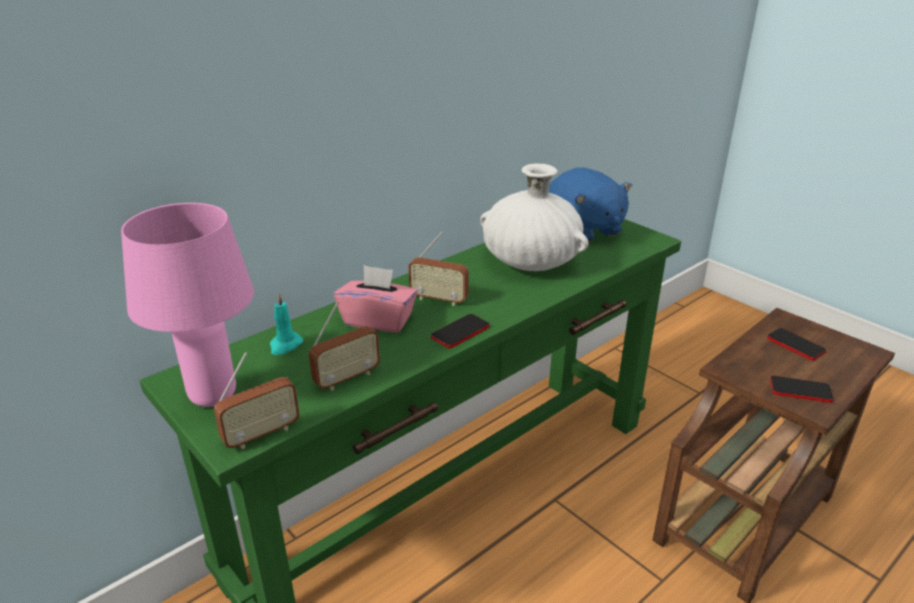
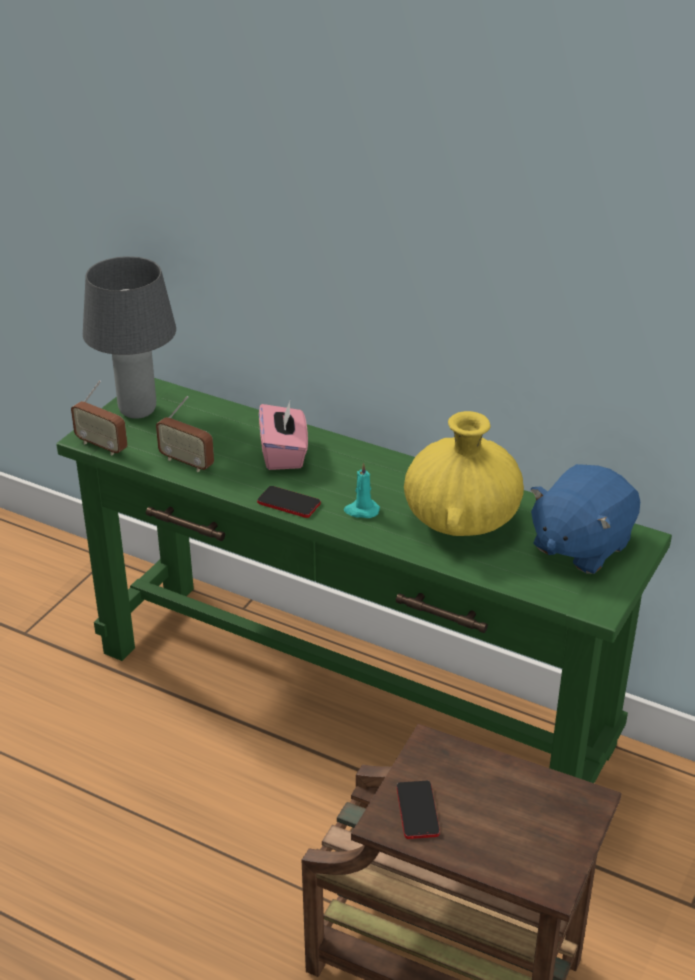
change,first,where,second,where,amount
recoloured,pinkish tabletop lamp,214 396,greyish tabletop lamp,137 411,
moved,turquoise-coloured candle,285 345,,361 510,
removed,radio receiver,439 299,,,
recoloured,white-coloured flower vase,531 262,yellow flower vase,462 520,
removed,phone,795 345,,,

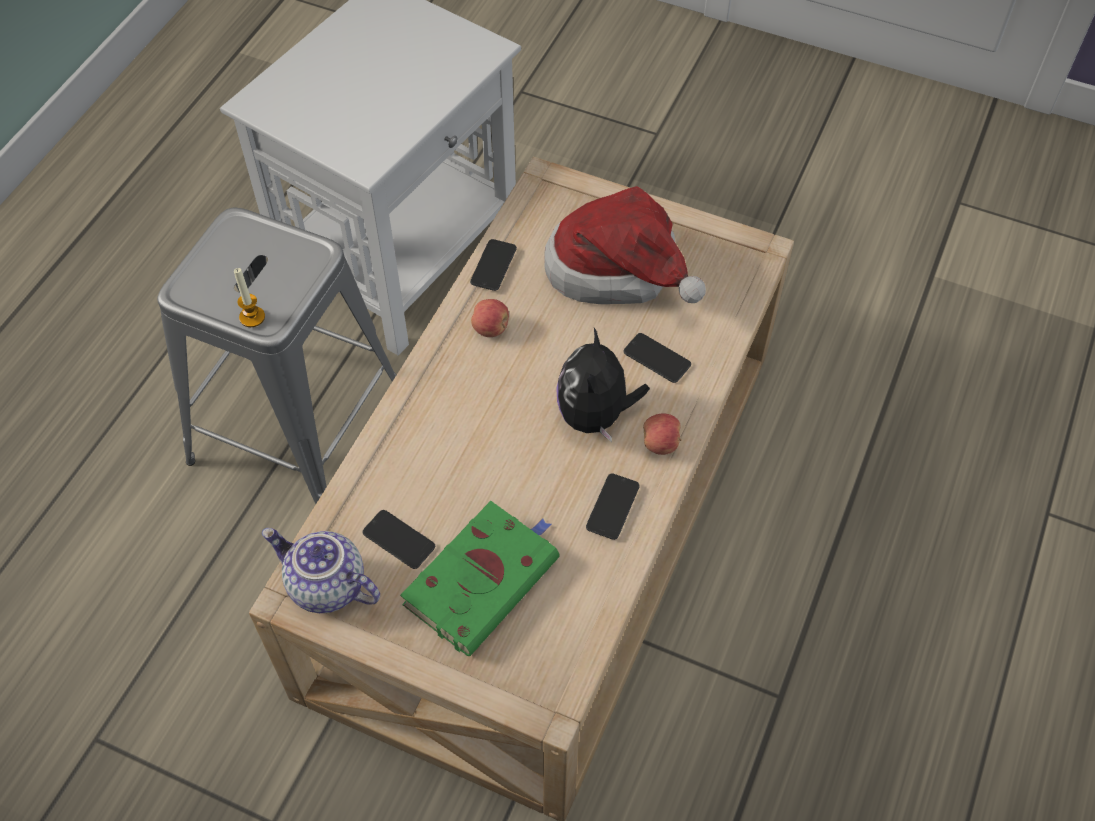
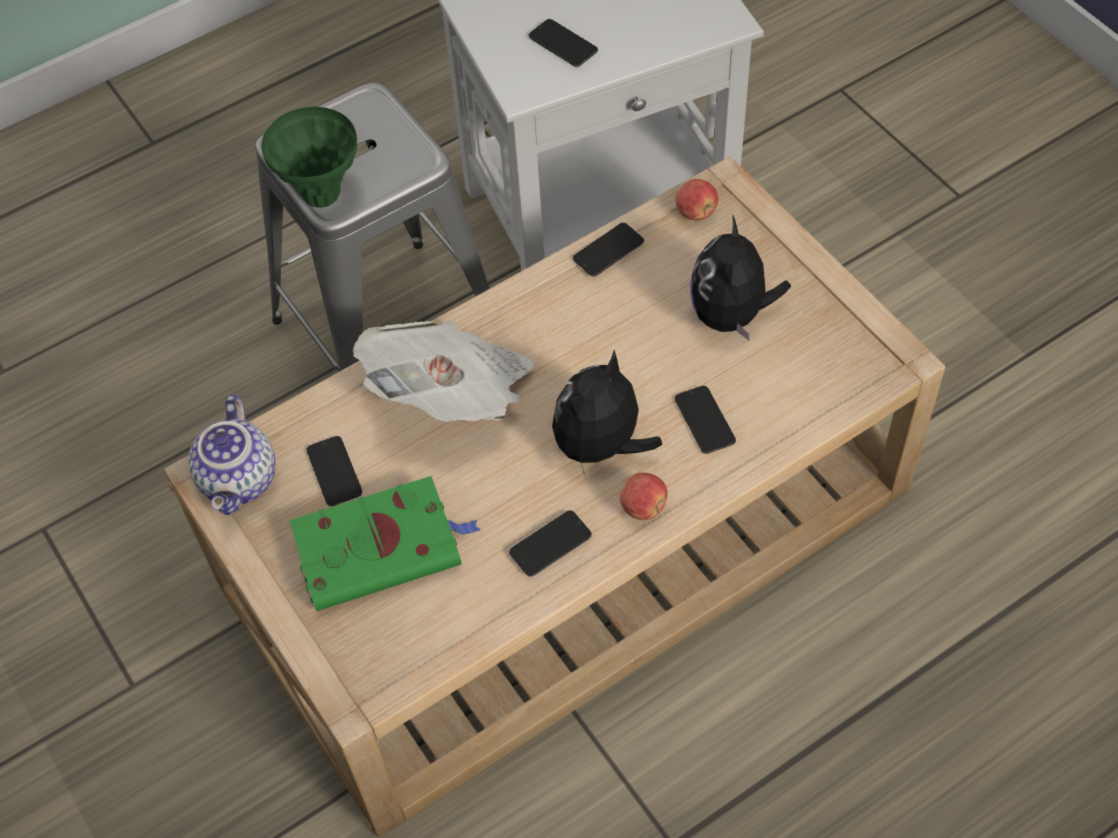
change,first,where,second,where,amount
replaced,candle,252 317,green-coloured flower vase,322 195,
turned,tea pot,325 586,,241 480,150 degrees counterclockwise
moved,apple fruit,491 328,,696 212,
replaced,clothing hat,619 273,soft toy,731 315,
added,,,printed paper,452 394,
added,,,phone,563 44,

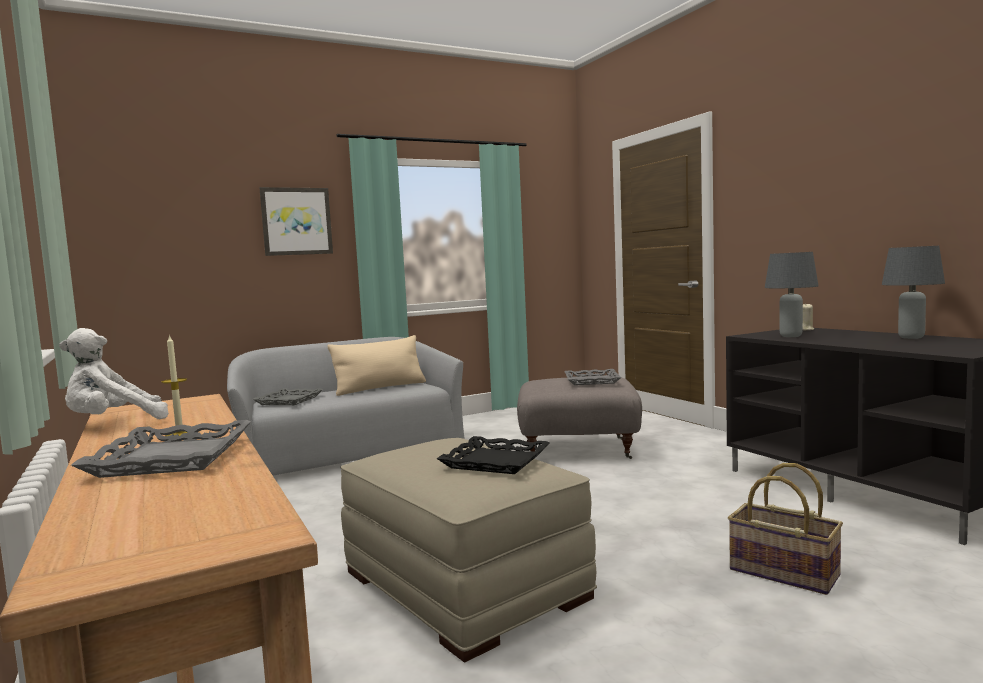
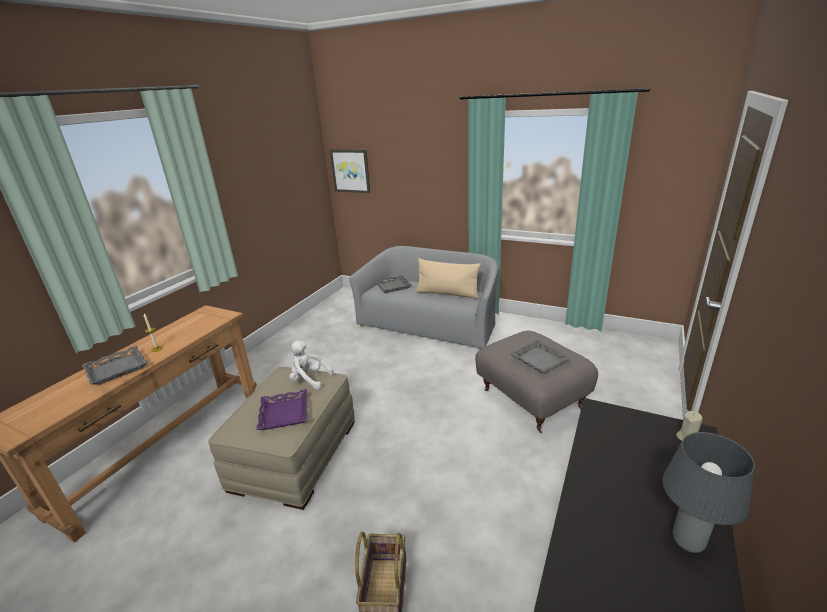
change,first,where,second,where,amount
moved,white-coloured soft toy,113 424,,309 379,
moved,wall art,296 221,,351 171,
recoloured,blackish serving tray,496 461,purple serving tray,284 413,
removed,greyish tabletop lamp,790 336,,,

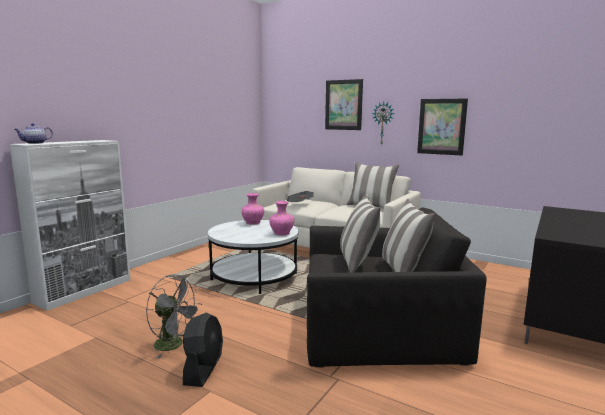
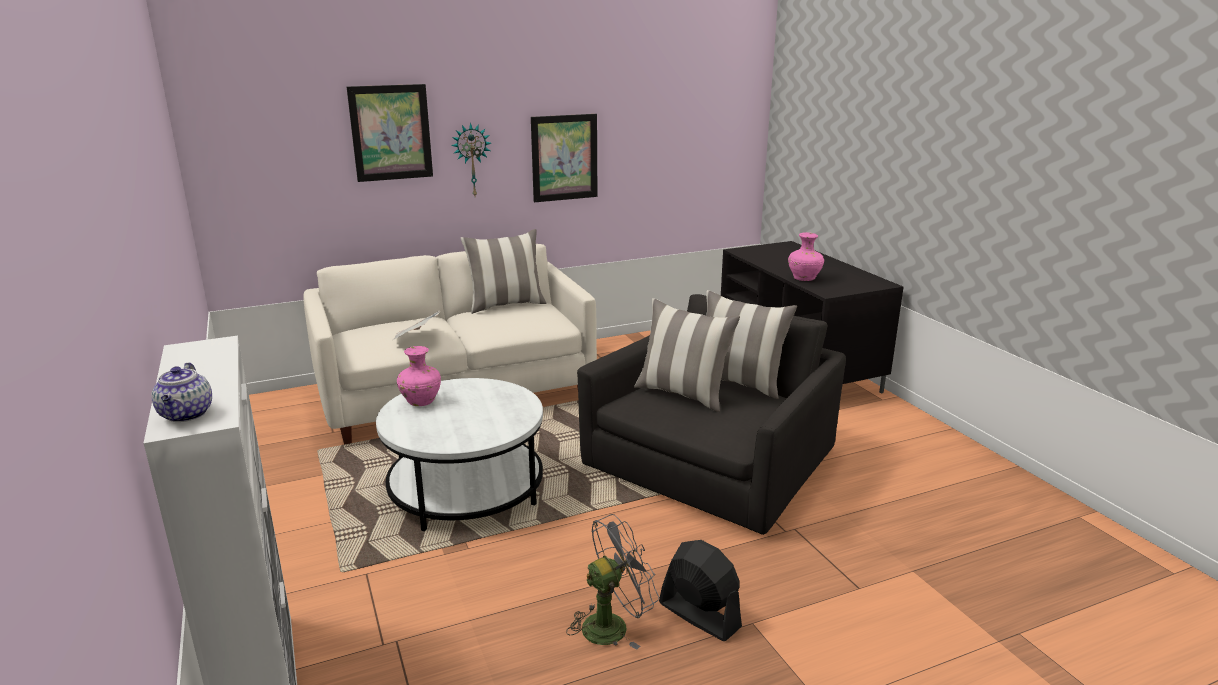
change,first,where,second,where,amount
moved,pinkish flower vase,282 234,,804 279,

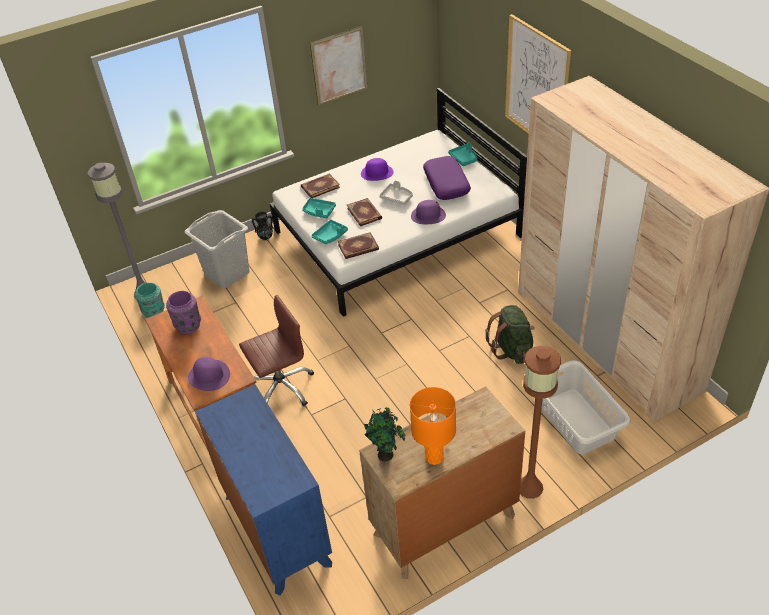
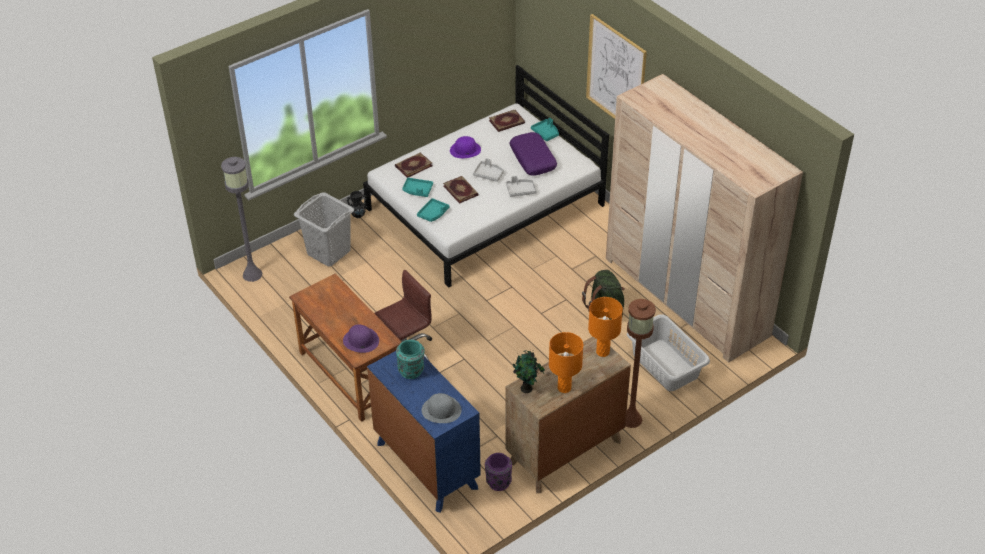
change,first,where,second,where,amount
moved,turquoise-coloured flower vase,154 311,,411 371,
moved,purple flower vase,188 325,,498 482,
removed,wall art,339 66,,,
moved,volume,358 247,,507 122,
replaced,purple clothing hat,428 215,greyish serving tray,520 190,
added,,,greyish clothing hat,441 410,
added,,,orangey tabletop lamp,602 352,

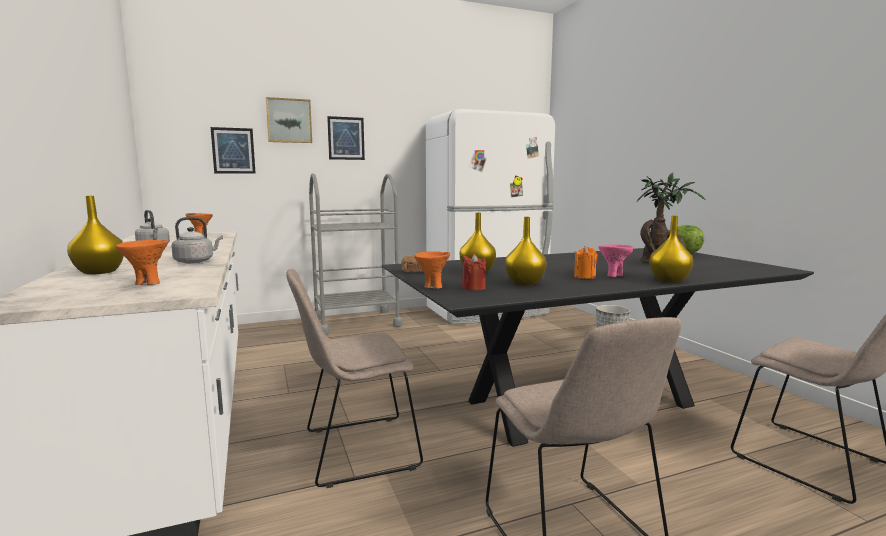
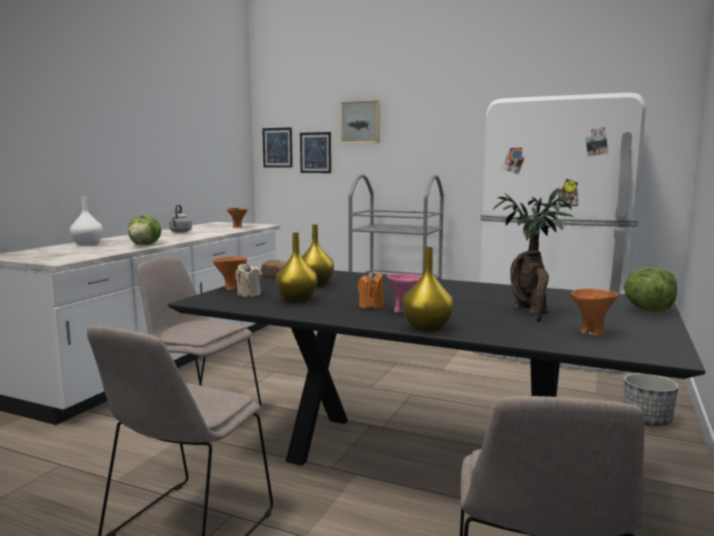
change,first,where,second,where,amount
recoloured,yellow flower vase,98 272,white-coloured flower vase,87 244,
moved,orangey serving bowl,147 283,,592 333,
replaced,greyish kettle,196 261,lettuce,145 244,
moved,wall art,346 138,,277 147,
recoloured,red-coloured candle,473 288,sand-coloured candle,248 294,

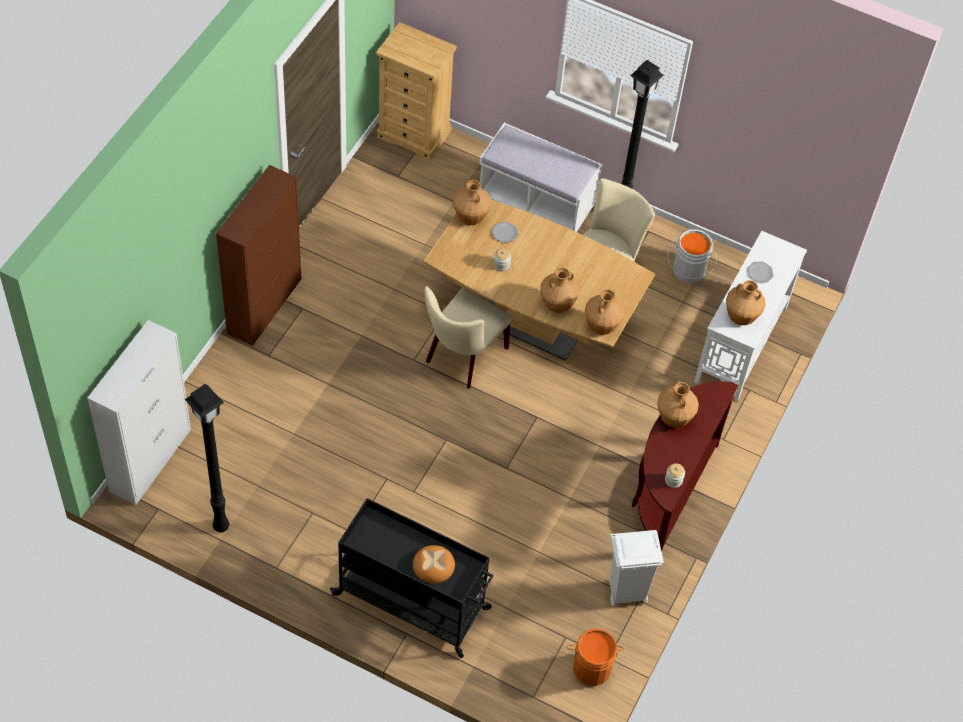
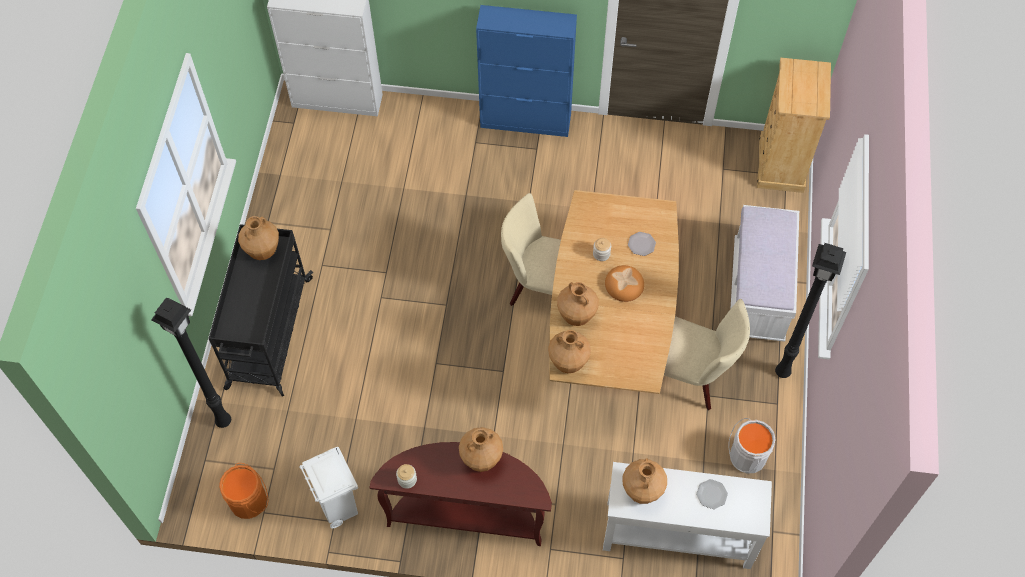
change,first,where,second,where,amount
moved,blackish standard lamp,219 526,,223 420,
recoloured,brown-coloured storage cabinet,265 305,blue storage cabinet,526 121,
moved,bread,434 565,,624 285,
moved,brown-coloured flower vase,471 218,,263 251,

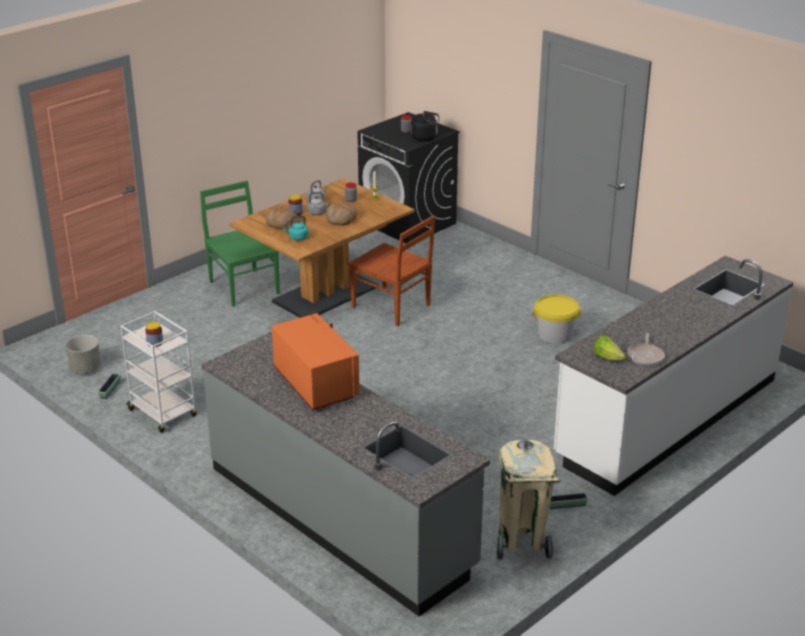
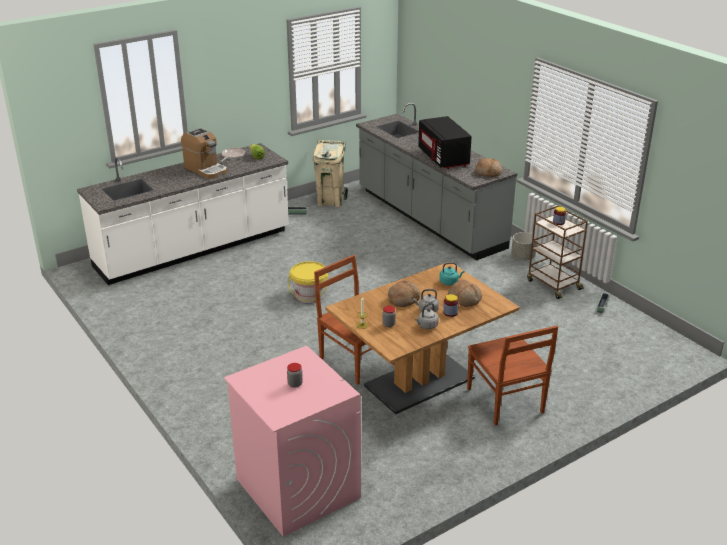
change,first,where,second,where,amount
moved,greyish planter,85 368,,522 257,
recoloured,white-coloured wheeled cart,163 413,brown-coloured wheeled cart,553 284,
recoloured,green-coloured plain chair,243 287,brown-coloured plain chair,505 402,
recoloured,orangey microwave oven,315 384,blackish microwave oven,444 158,
recoloured,blackish laundry appliance,408 223,pinkish laundry appliance,297 488,
removed,blackish kettle,425 137,,,
moved,yellow pail,555 335,,309 295,
added,,,coffee maker,206 169,
added,,,bread,488 173,

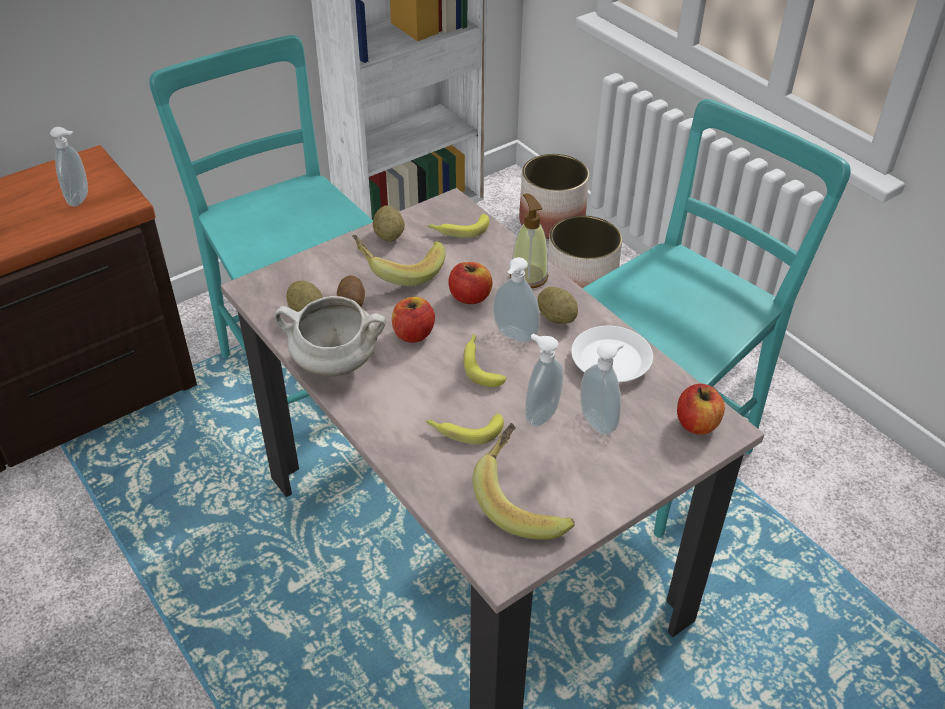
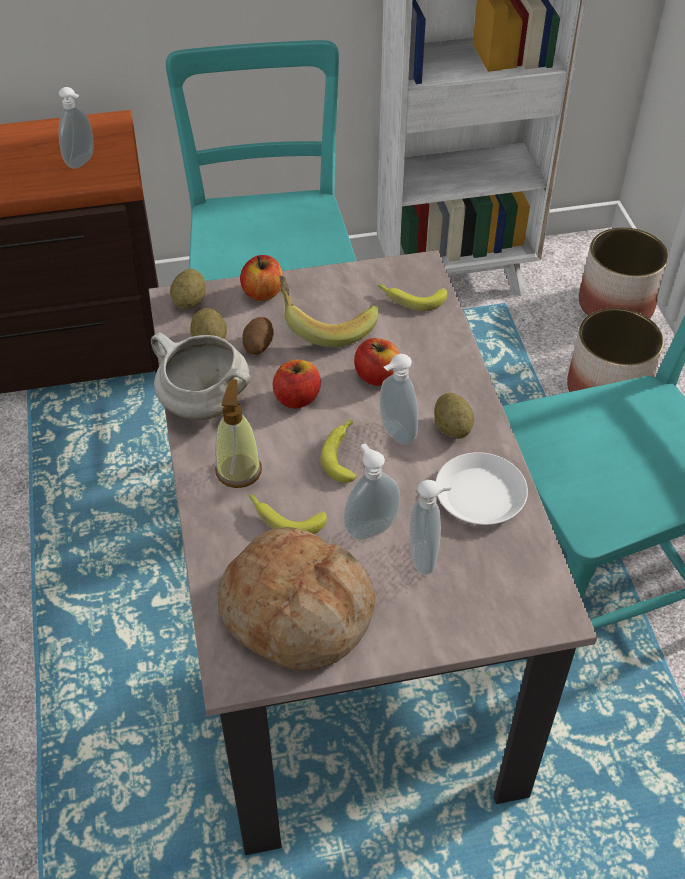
change,first,where,second,where,amount
moved,whole potato,389 236,,190 302,
replaced,banana fruit,524 500,bread,297 612,
moved,liquid soap bottle,528 276,,239 470,
moved,apple fruit,697 424,,263 293,

